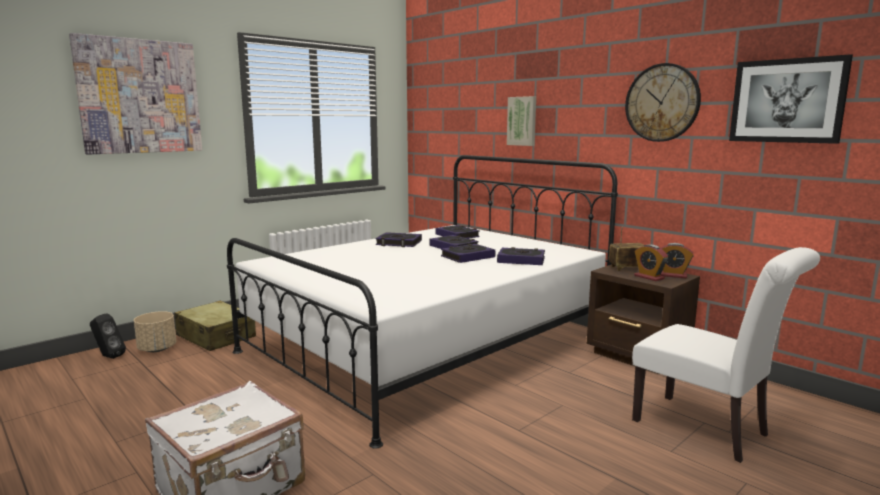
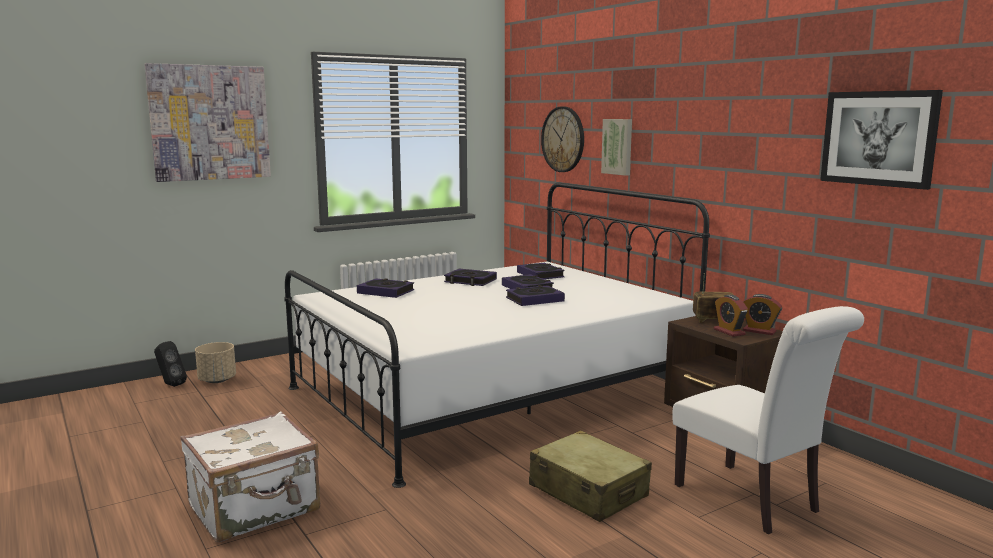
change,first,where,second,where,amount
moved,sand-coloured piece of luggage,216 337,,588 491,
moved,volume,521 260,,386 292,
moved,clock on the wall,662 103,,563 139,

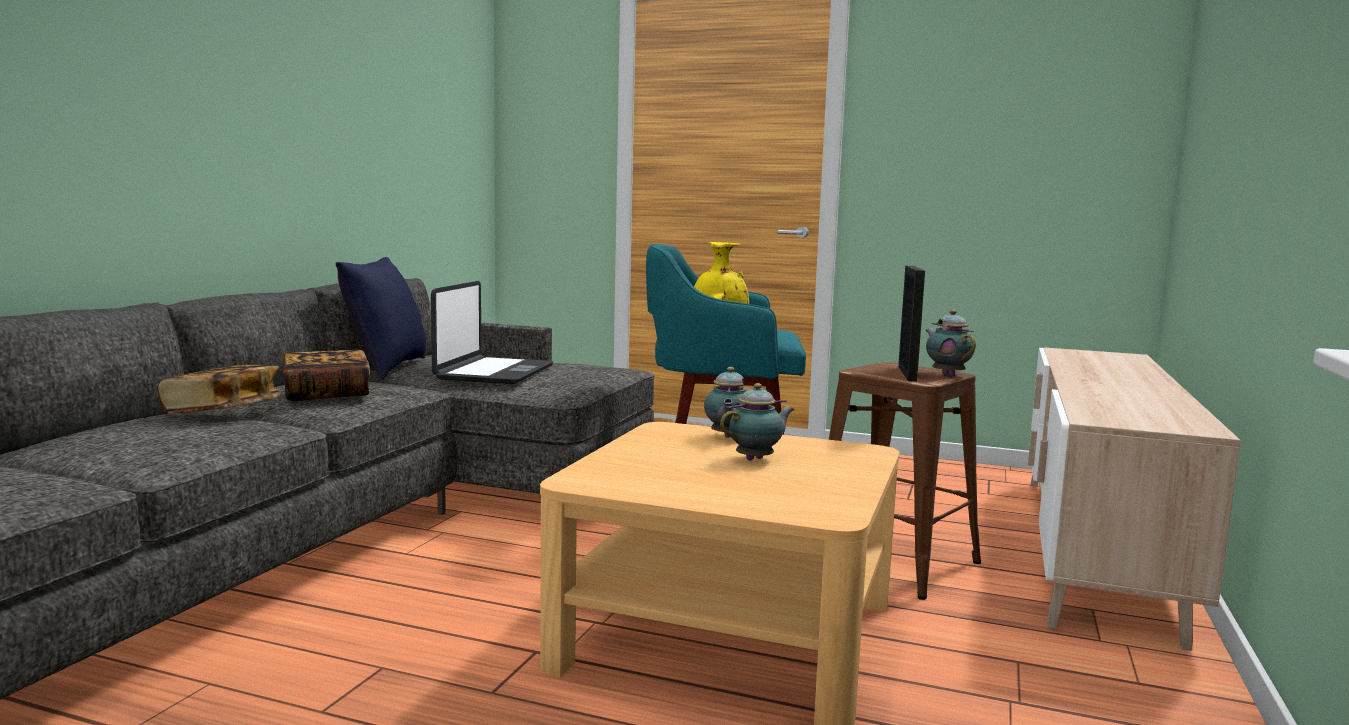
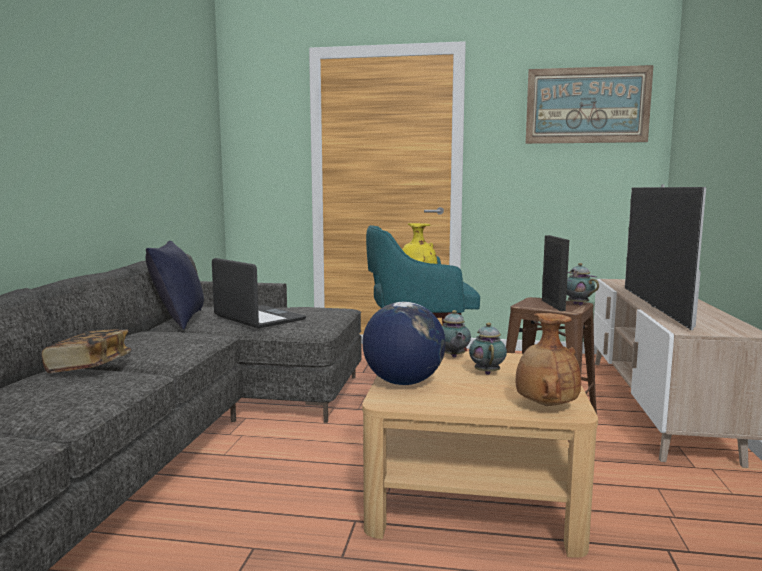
change,first,where,second,where,amount
removed,volume,326 394,,,
turned,portable computer,493 372,,258 318,45 degrees counterclockwise
turned,tea pot,757 459,,487 372,45 degrees counterclockwise
added,,,desk globe,403 382,
added,,,brown-coloured flower vase,545 405,
added,,,wall art,587 105,
added,,,TV,654 306,

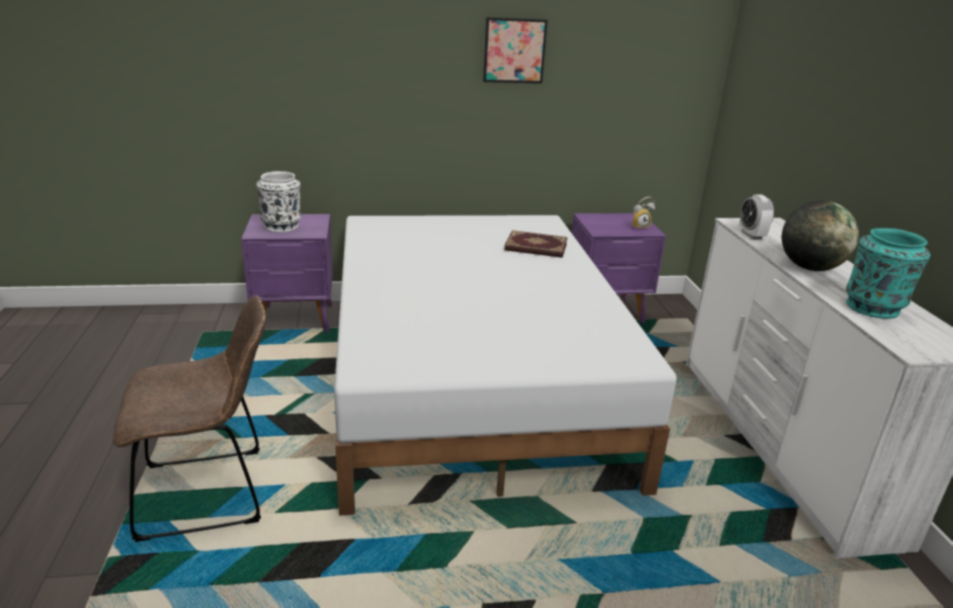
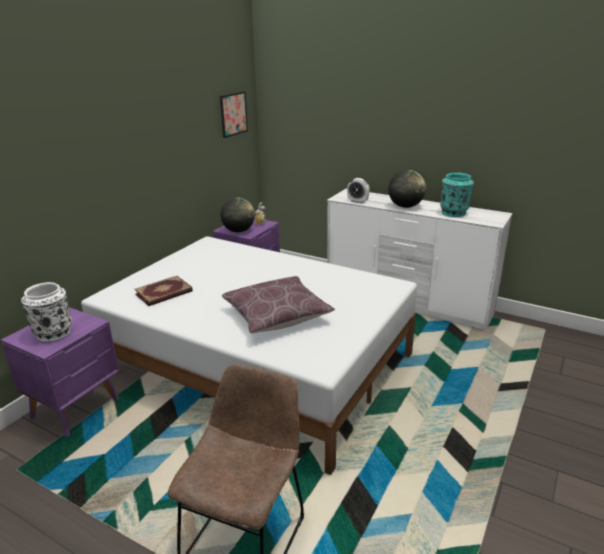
change,first,where,second,where,amount
moved,wall art,514 51,,233 114,
moved,volume,535 247,,164 293,
added,,,desk globe,238 231,
added,,,brown-coloured cushion,277 316,

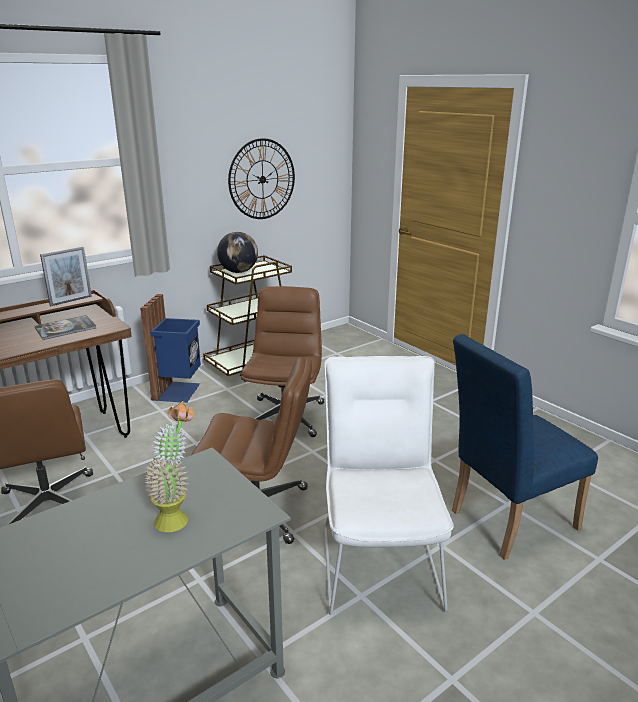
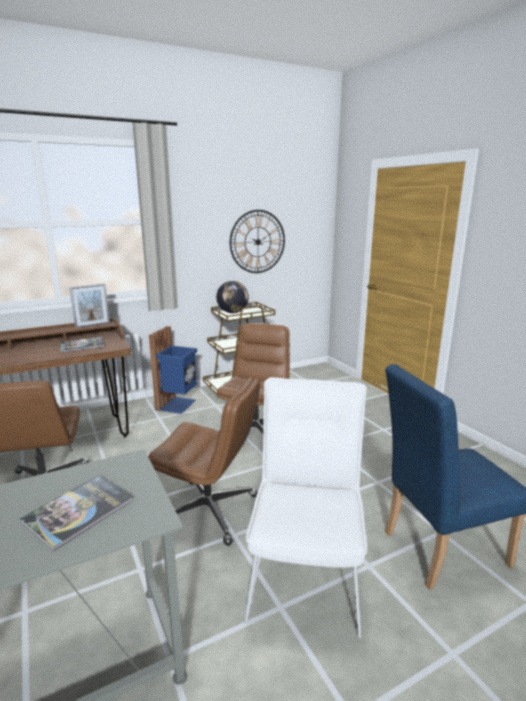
change,first,where,second,where,amount
replaced,potted plant,177 516,volume,79 511,

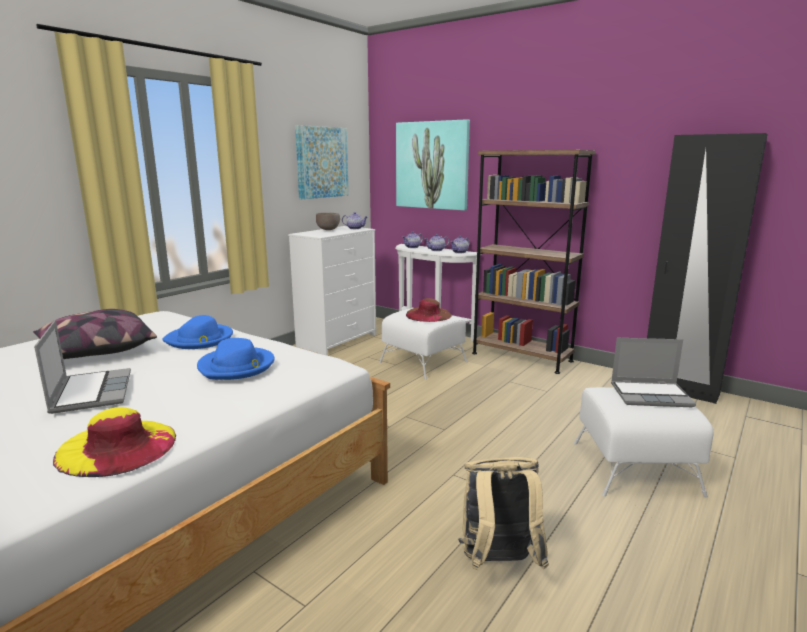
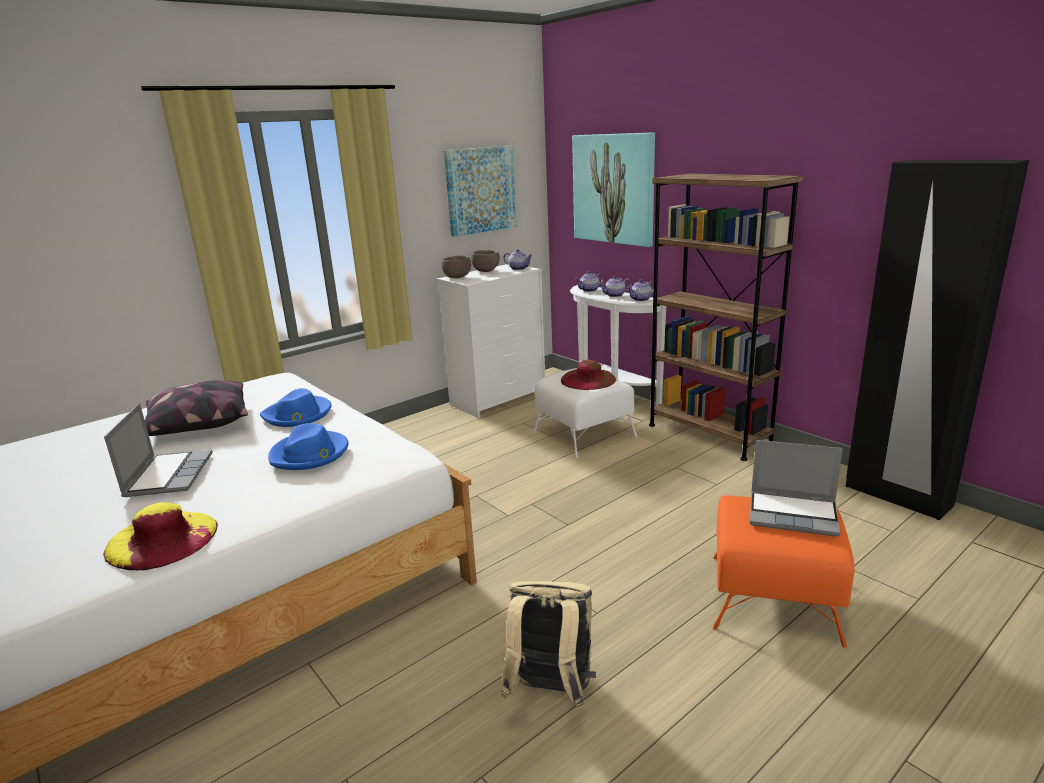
change,first,where,second,where,amount
recoloured,white-coloured footrest,636 468,orangey footrest,774 598,
added,,,brown-coloured serving bowl,457 277,

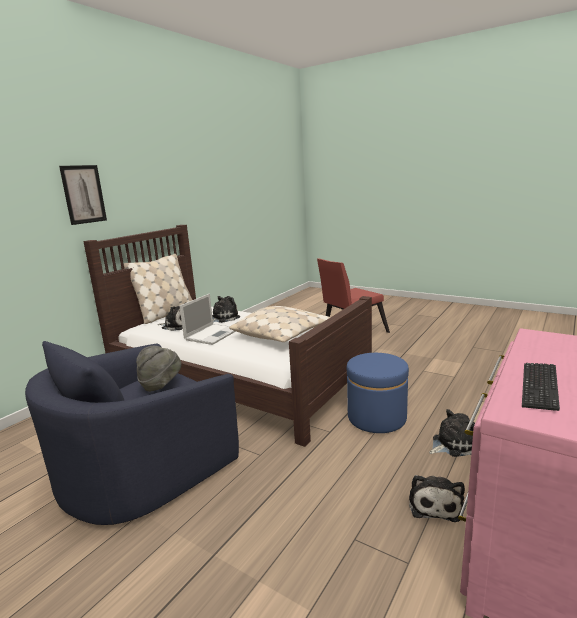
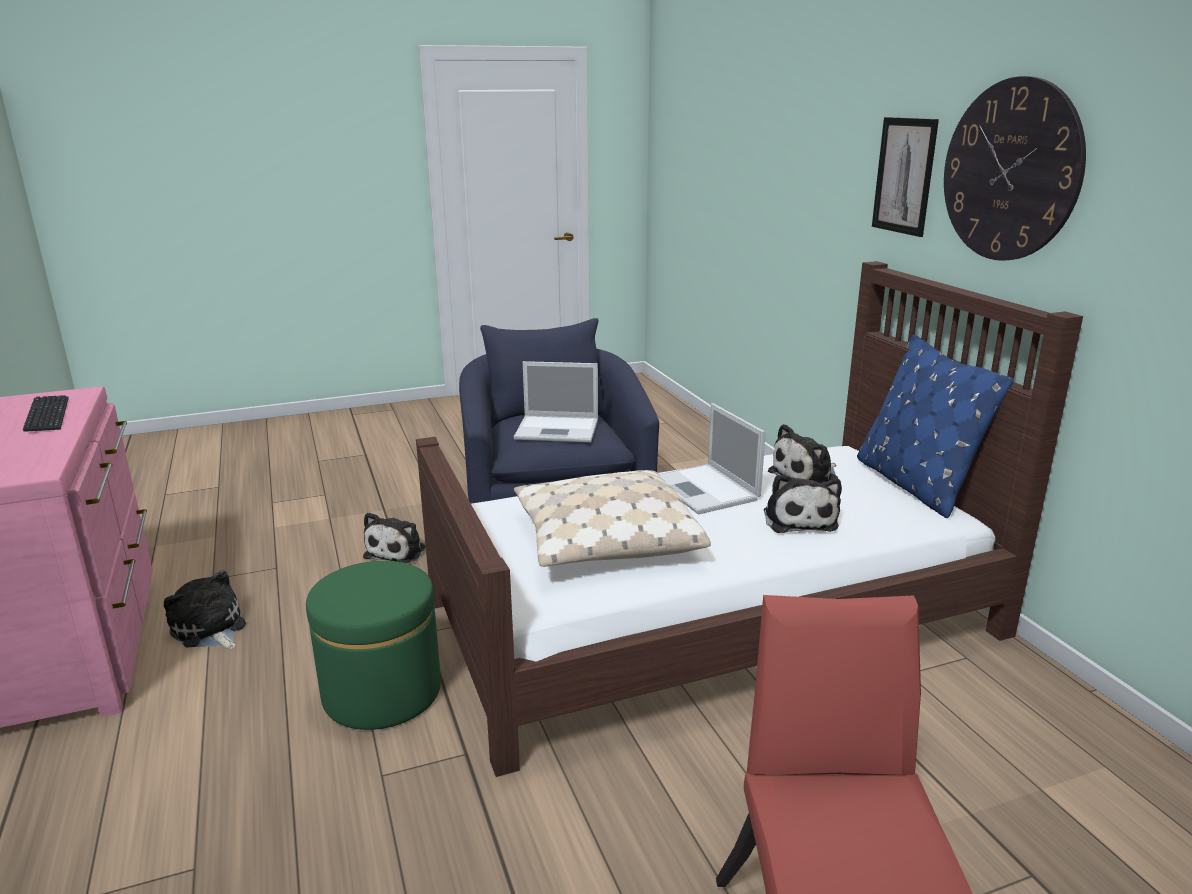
change,first,where,second,where,amount
recoloured,sand-coloured cushion,166 314,blue cushion,915 484,
replaced,greyish clothing hat,161 385,portable computer,559 429,
recoloured,blue footrest,376 417,green-coloured footrest,382 692,
moved,soft toy,452 444,,398 551,
added,,,clock on the wall,1010 171,

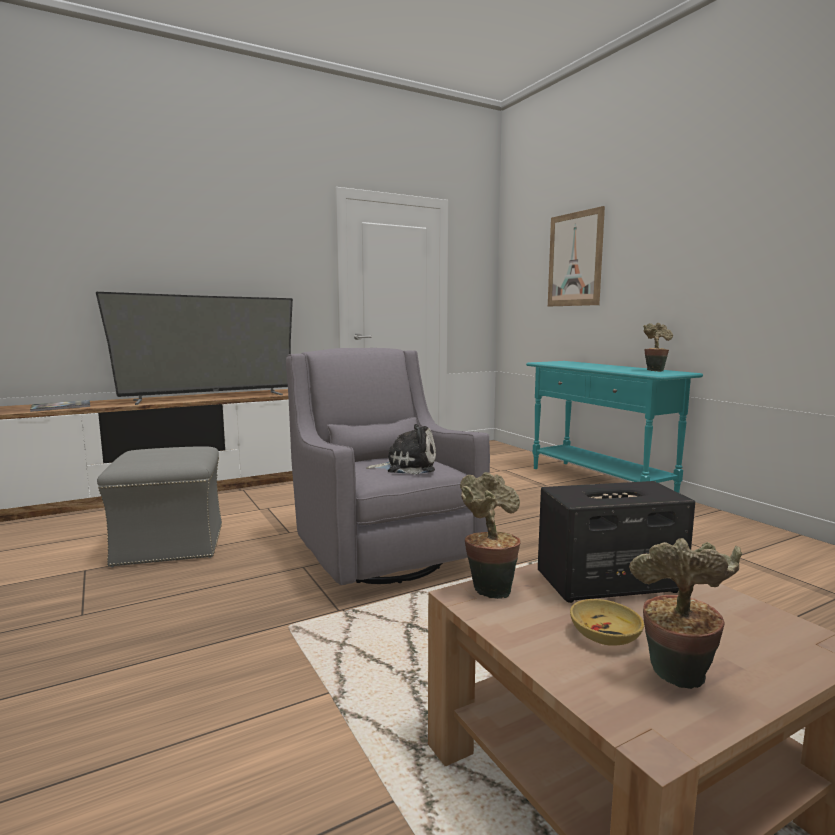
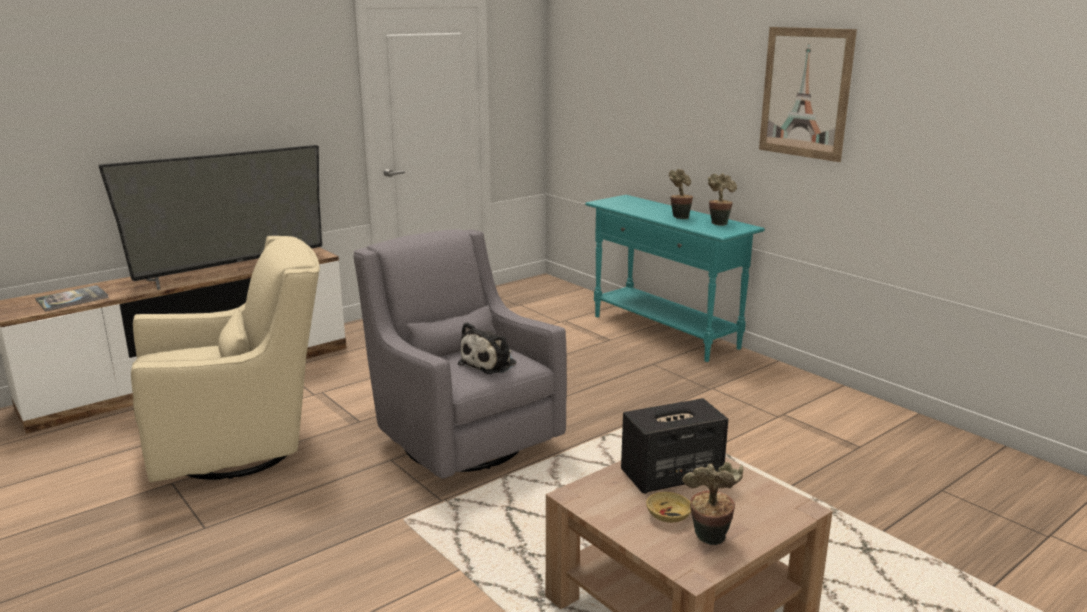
change,first,where,second,where,amount
replaced,greyish footrest,170 545,sand-coloured easy chair,242 446,
turned,soft toy,407 467,,490 363,135 degrees clockwise
moved,potted plant,489 588,,679 217,
moved,wall art,575 259,,805 93,

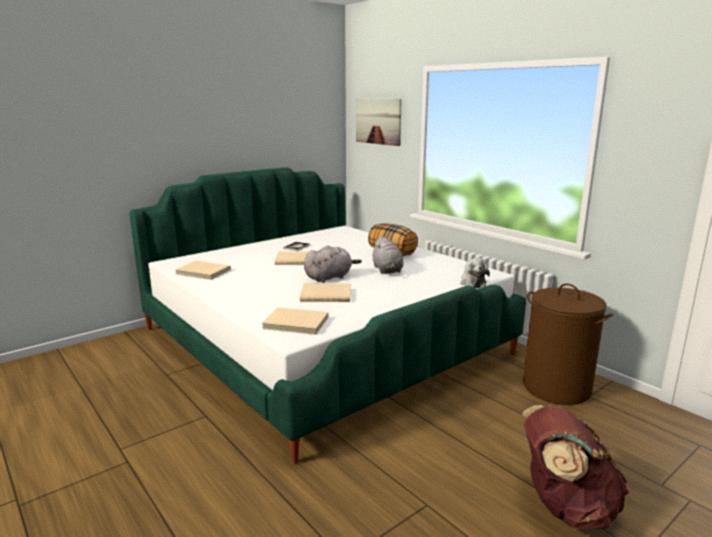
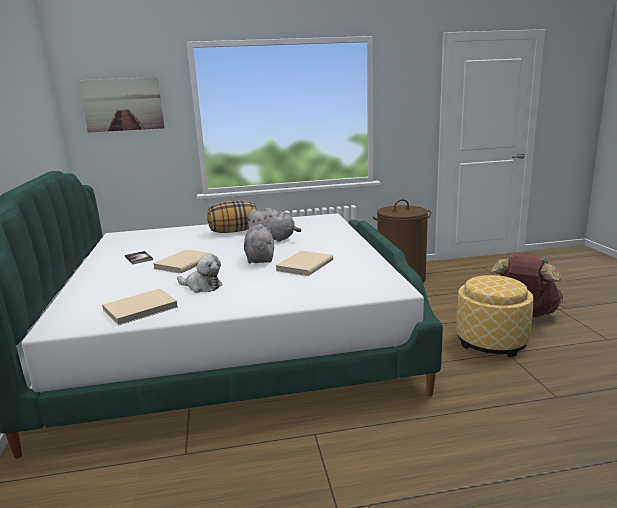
change,first,where,second,where,amount
removed,sand-coloured volume,295 323,,,
moved,soft toy,472 283,,202 286,
added,,,footrest,491 341,

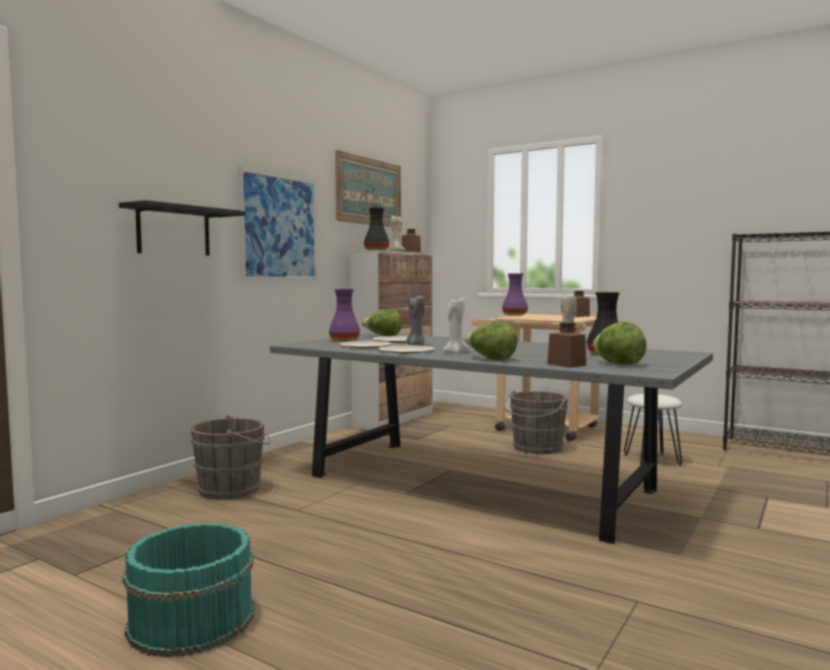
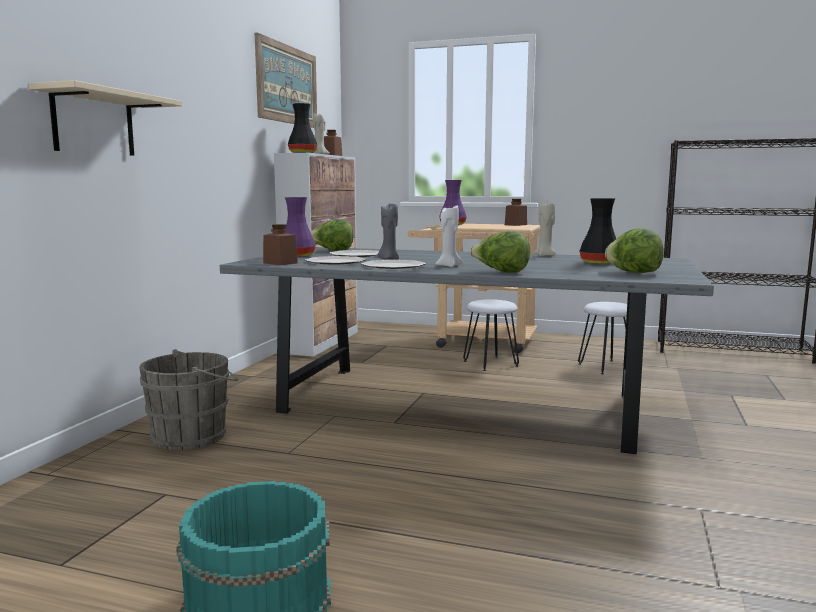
change,first,where,second,where,amount
recoloured,blackish wall shelf,174 231,sand-coloured wall shelf,94 123,
removed,wall art,279 227,,,
replaced,greyish pail,536 448,white-coloured stool,491 363,
moved,brown-coloured preserve jar,566 364,,280 263,

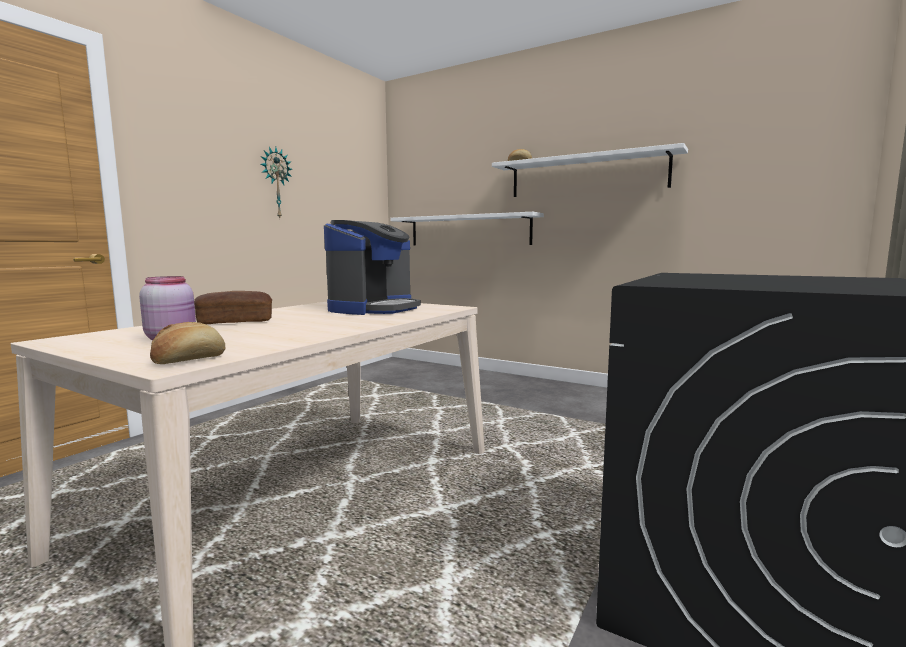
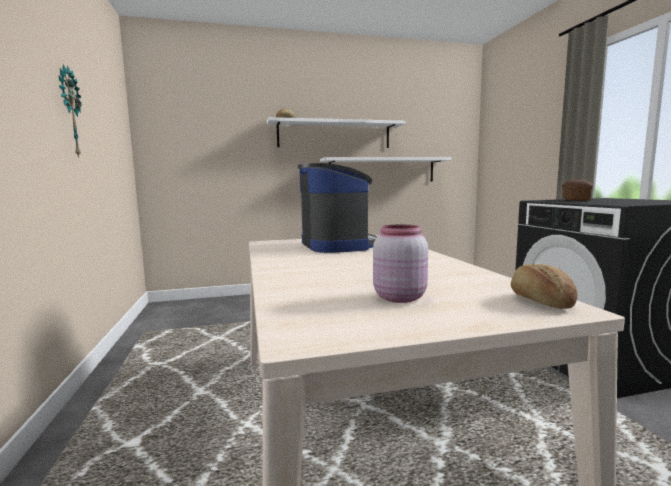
change,first,where,second,where,amount
moved,bread,235 322,,575 200,
moved,white-coloured wall shelf,468 230,,382 170,

